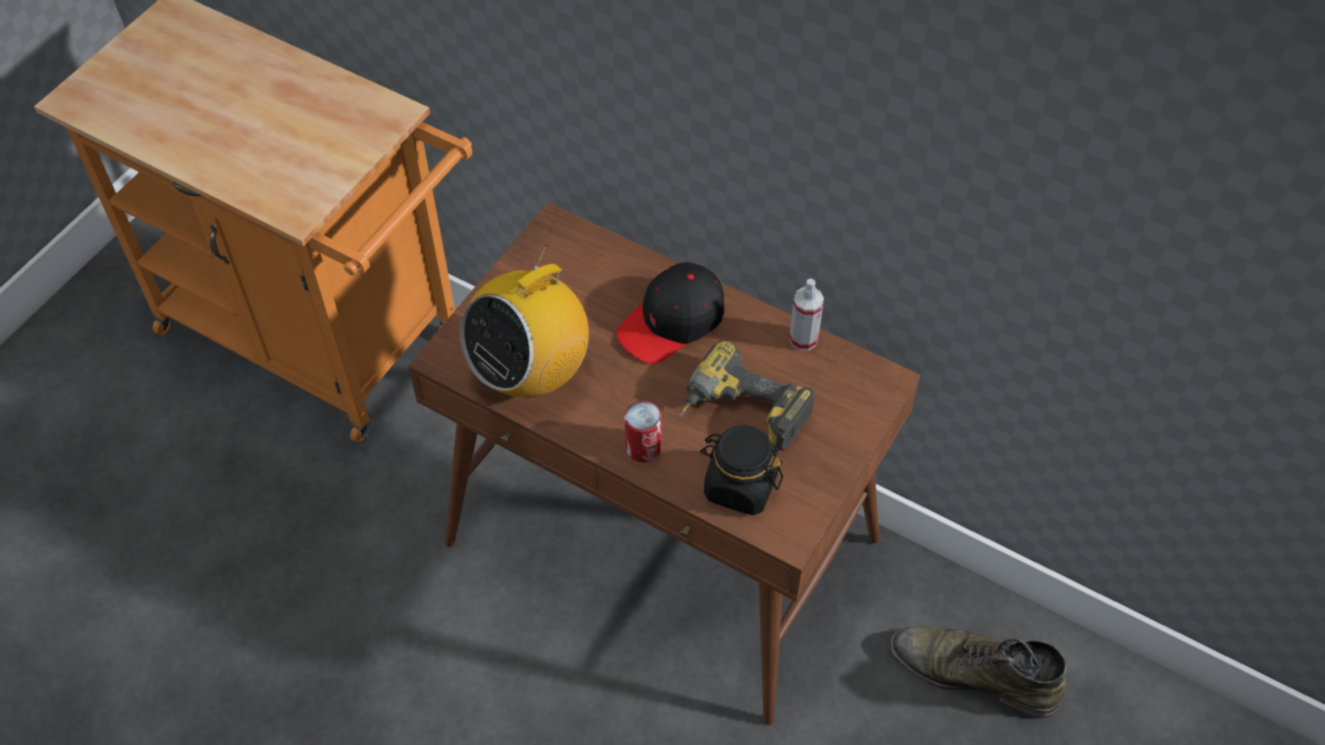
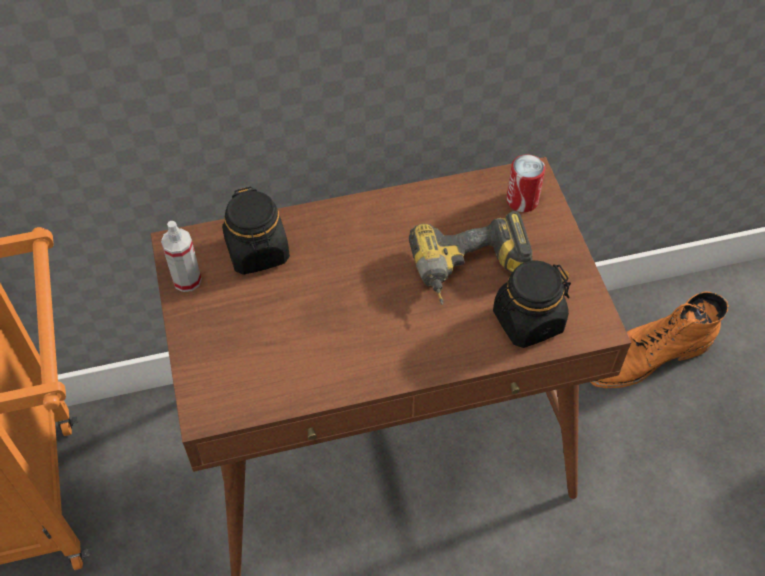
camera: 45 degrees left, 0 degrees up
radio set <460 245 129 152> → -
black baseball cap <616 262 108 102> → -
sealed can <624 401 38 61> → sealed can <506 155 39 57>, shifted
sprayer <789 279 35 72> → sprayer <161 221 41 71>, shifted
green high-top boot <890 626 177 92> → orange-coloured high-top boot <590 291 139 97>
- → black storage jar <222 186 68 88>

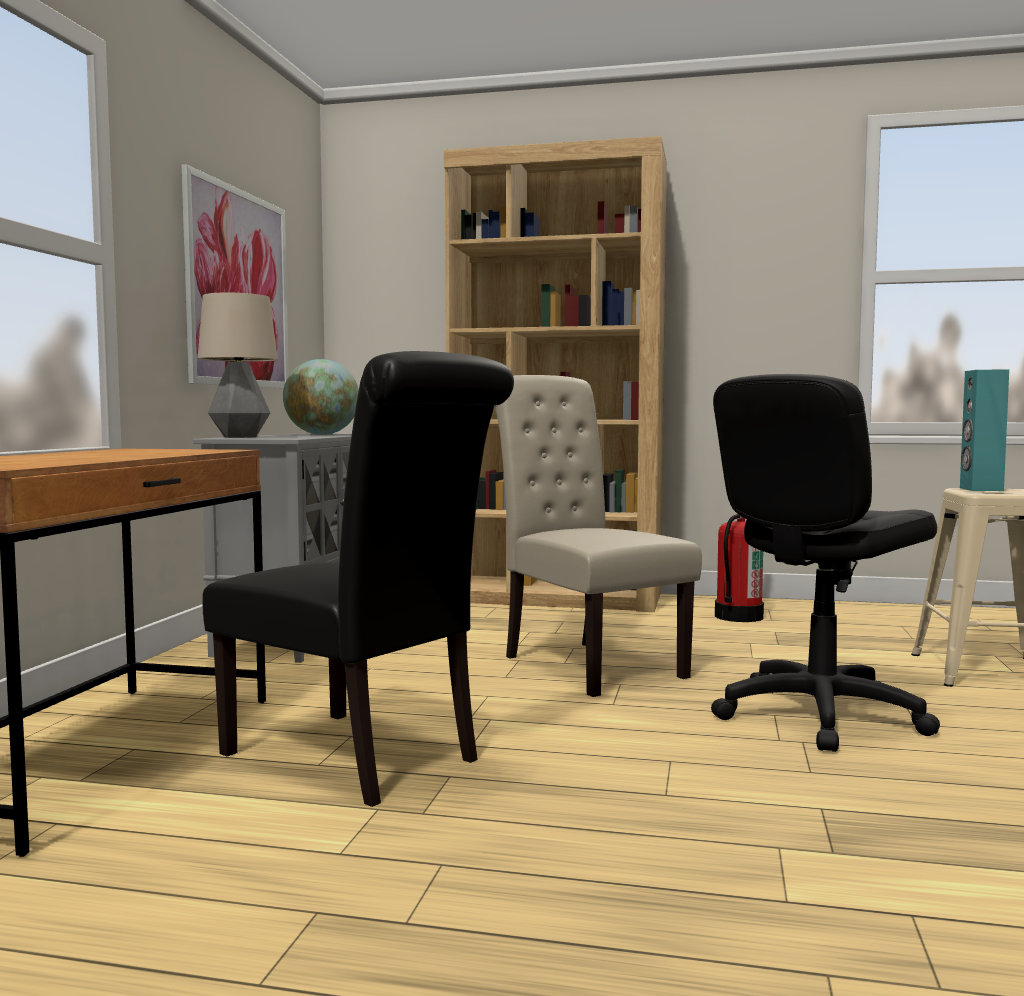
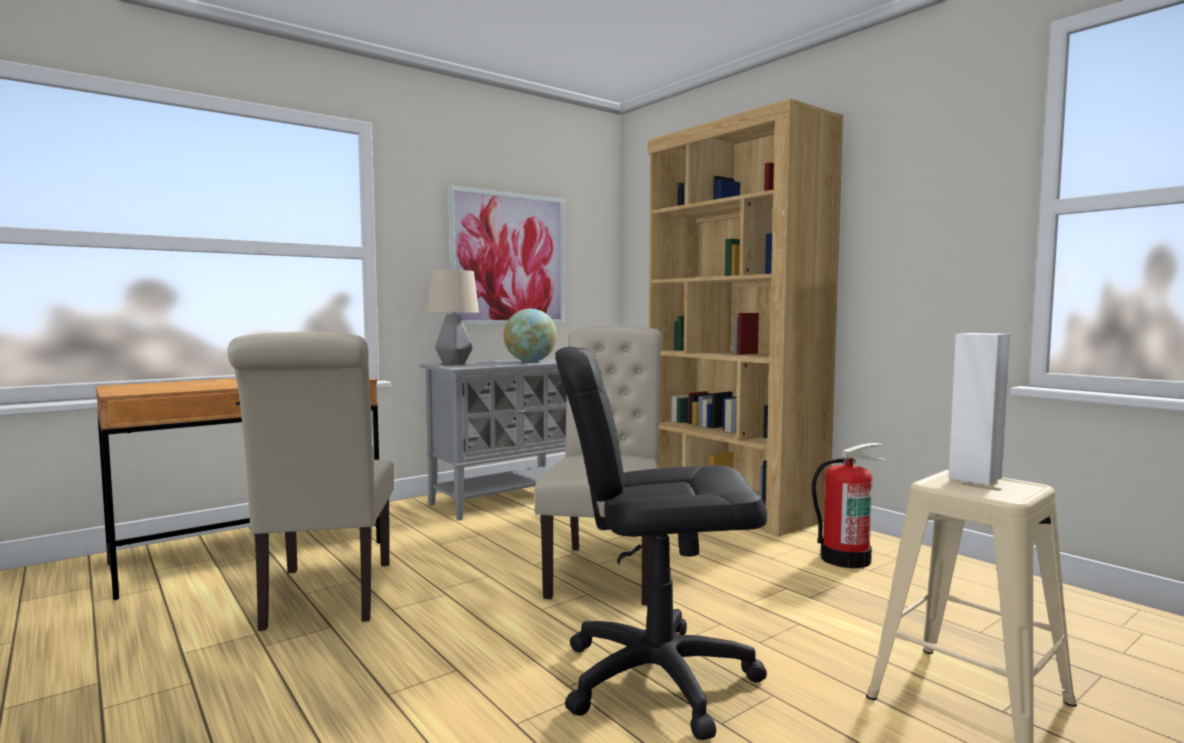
camera: 40 degrees right, 0 degrees up
black chair <202 351 312 456> → sand-coloured chair <227 332 167 299>
turquoise loudspeaker <960 370 49 121> → white loudspeaker <949 333 61 152>

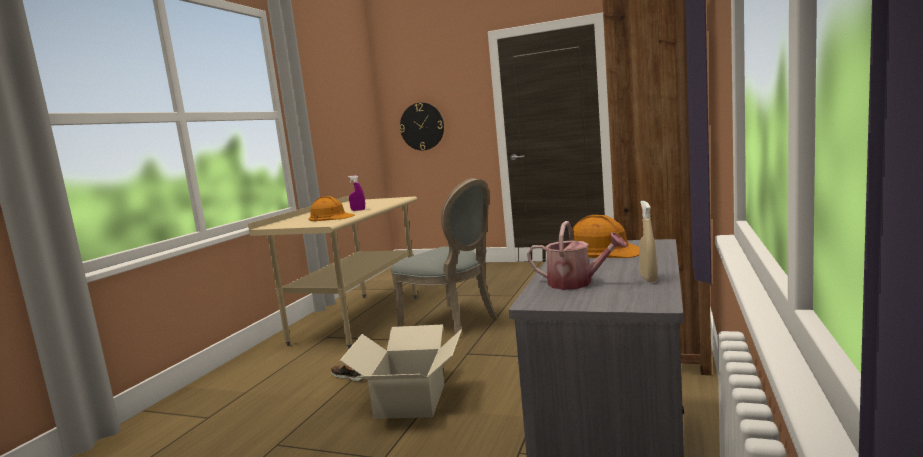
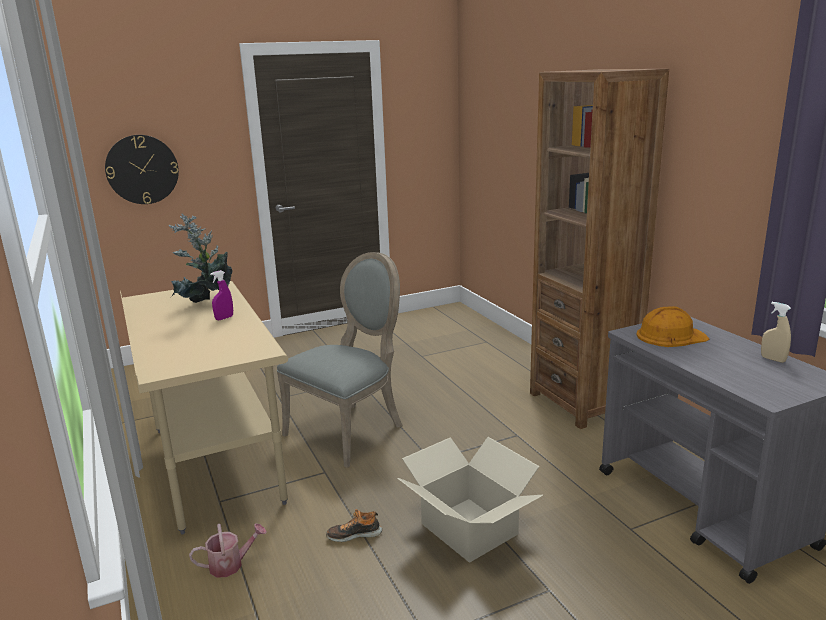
camera: 45 degrees left, 10 degrees up
orange-coloured work helmet <309 196 46 25> → -
greyish chair <391 178 106 160> → greyish chair <277 252 126 216>, 45 degrees counterclockwise
watering can <527 221 100 69> → watering can <189 523 78 55>, shifted
- → potted plant <169 213 64 90>

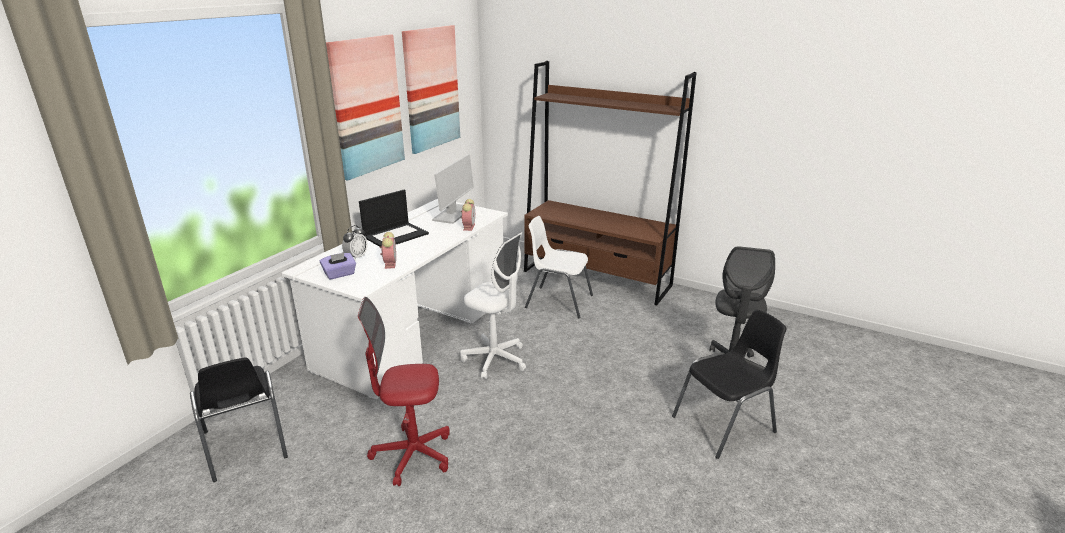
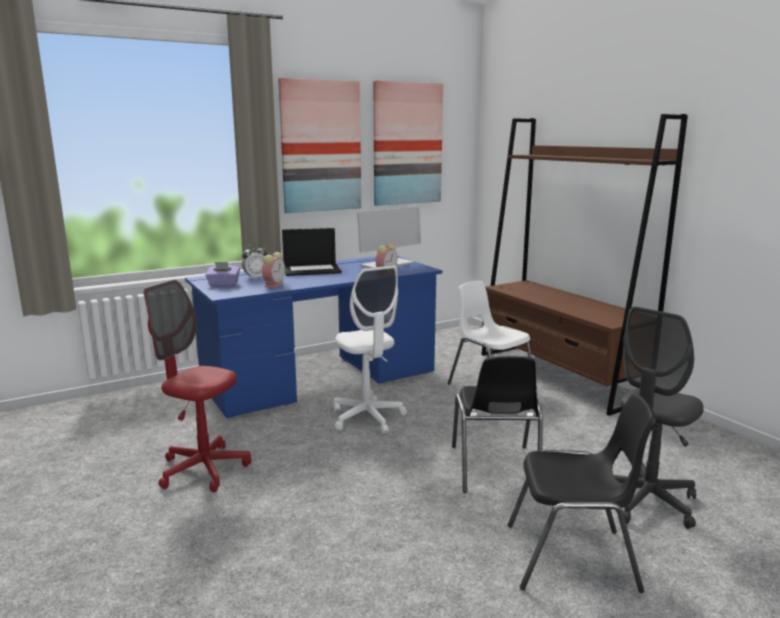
camera: 30 degrees right, 10 degrees down
black chair <190 358 98 124> → black chair <452 356 91 137>, shifted
white desk <281 199 227 200> → blue-coloured desk <185 256 257 162>

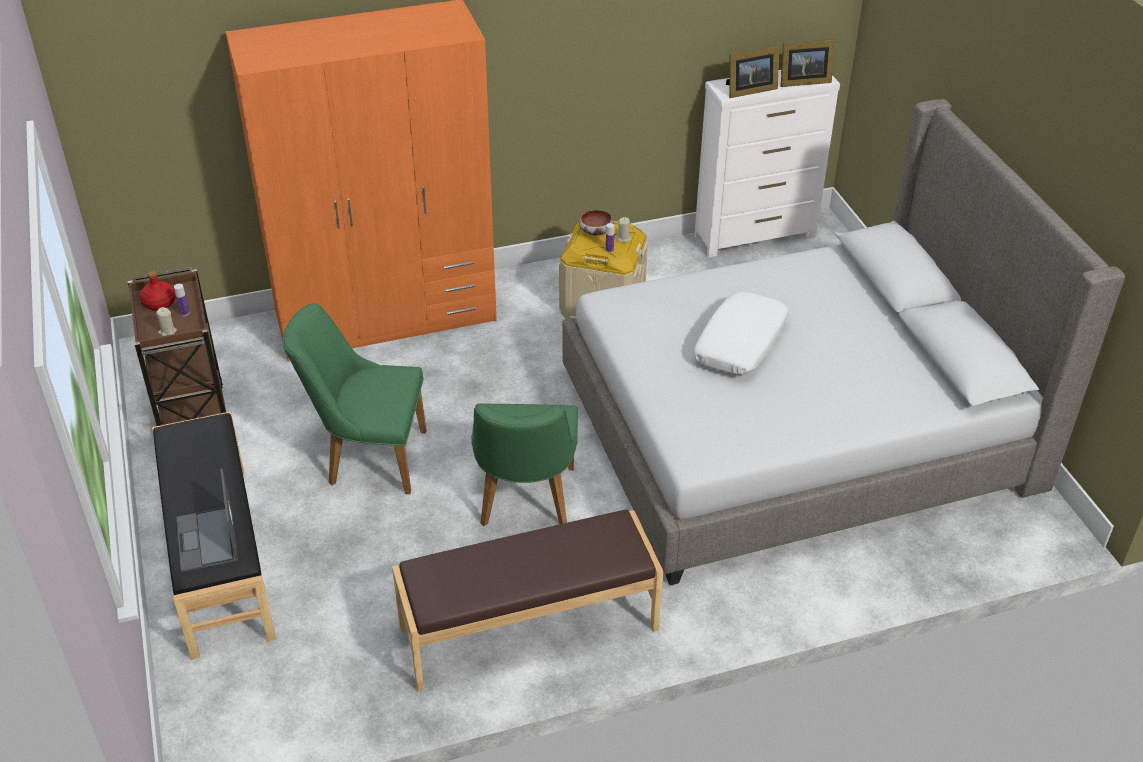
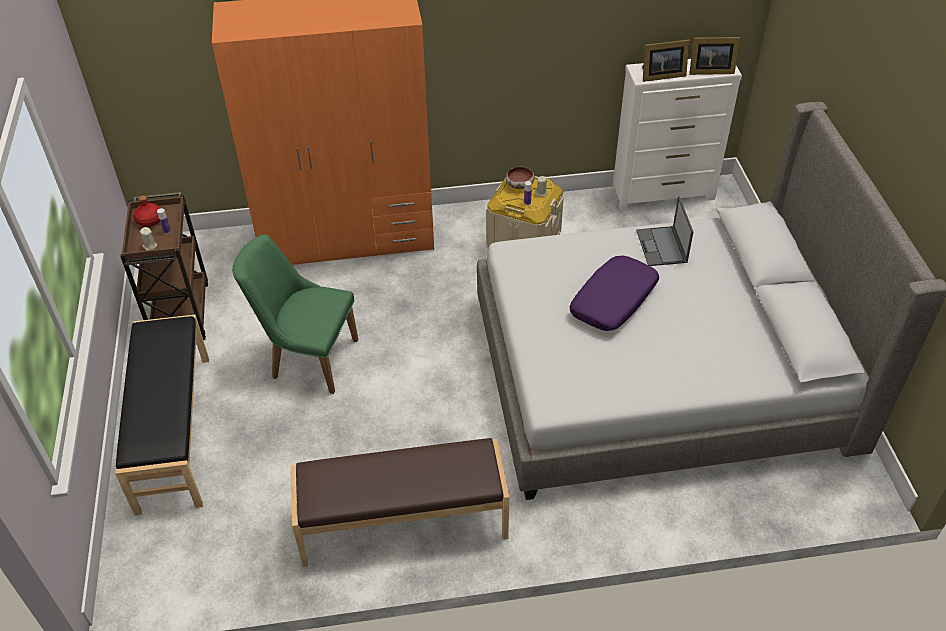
camera: 10 degrees right, 5 degrees up
portable computer <176 469 62 103> → portable computer <636 196 58 70>, shifted
green chair <471 403 107 123> → -
white throw pillow <693 292 96 82> → purple-coloured throw pillow <570 256 89 75>

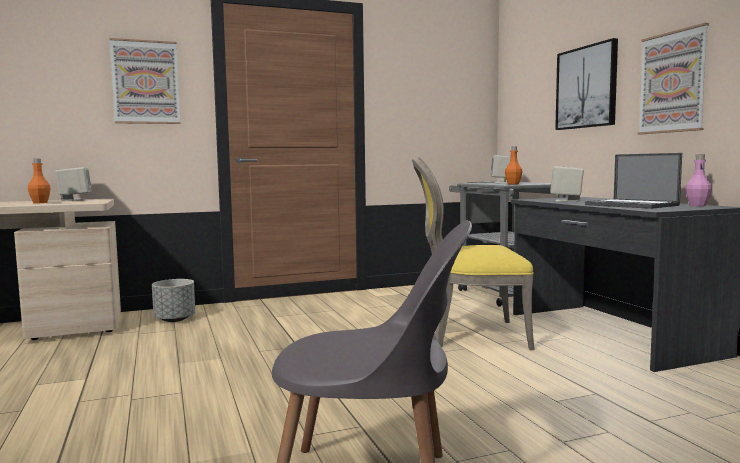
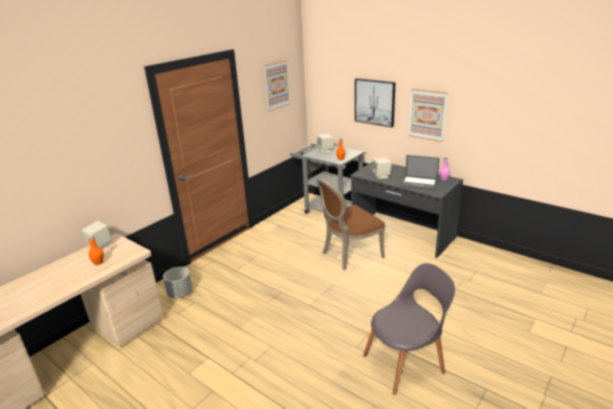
camera: 30 degrees left, 20 degrees up
wall picture <109 38 72 86> → wall picture <264 60 27 51>, shifted
yellow-coloured chair <412 157 123 193> → brownish chair <317 178 68 92>

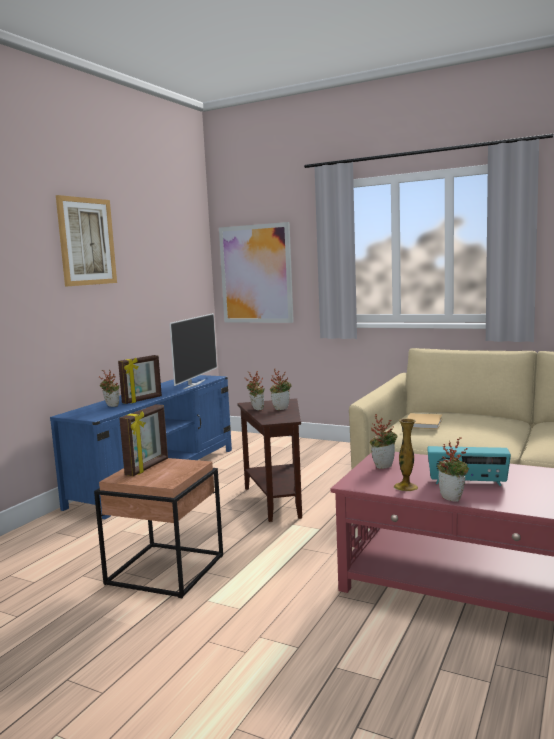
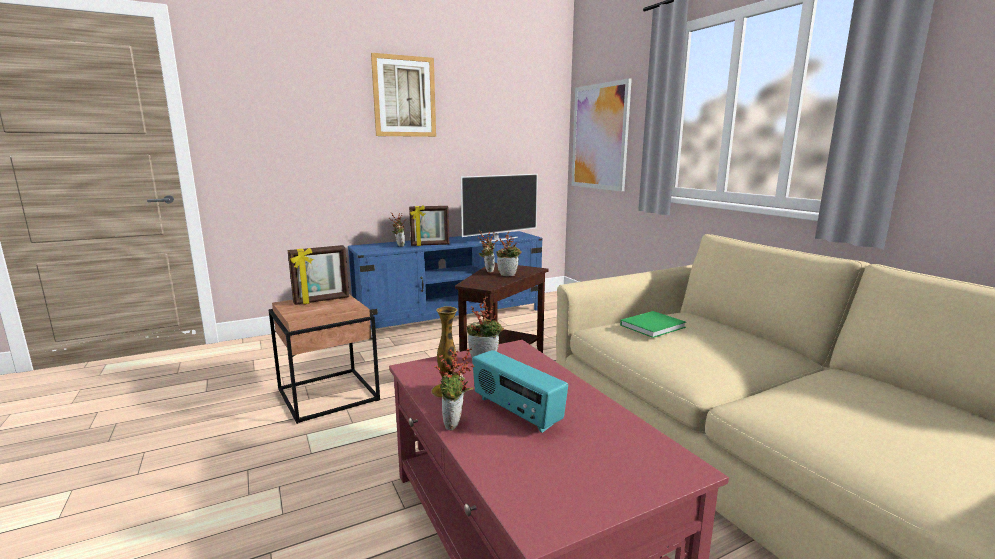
camera: 35 degrees right, 5 degrees up
sand-coloured volume <407 413 35 16> → green volume <620 311 66 27>

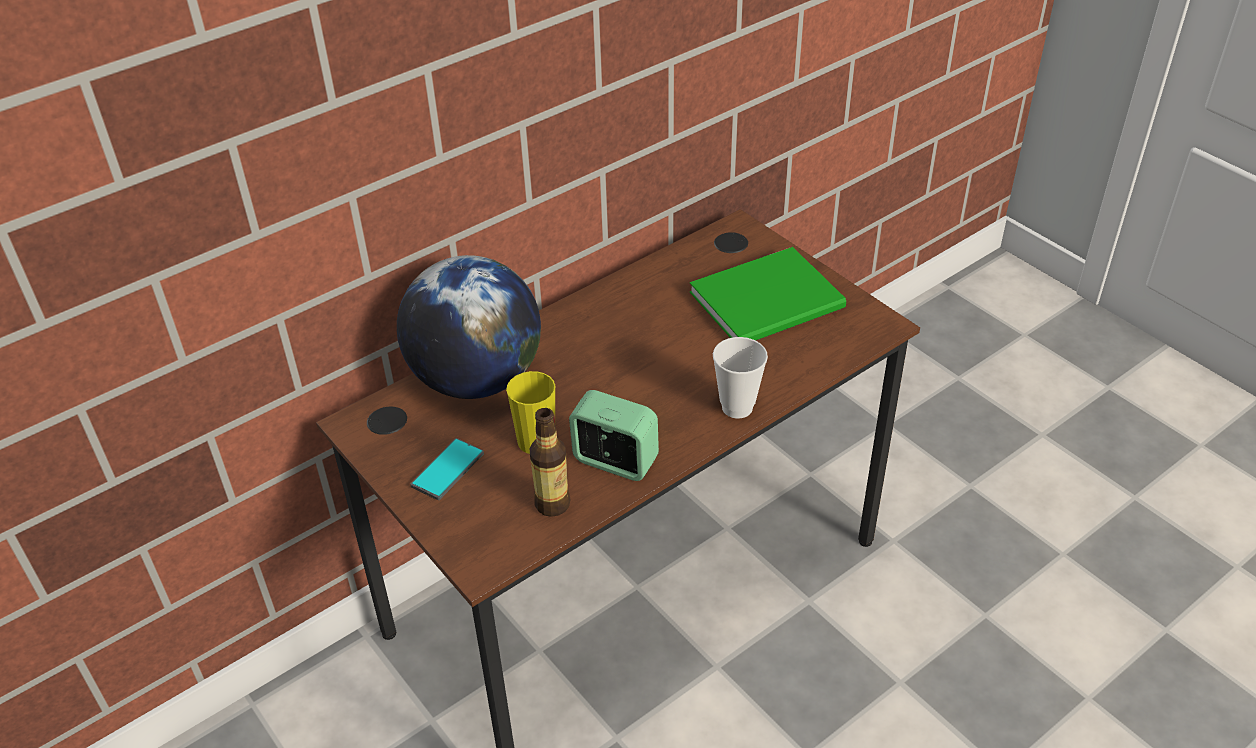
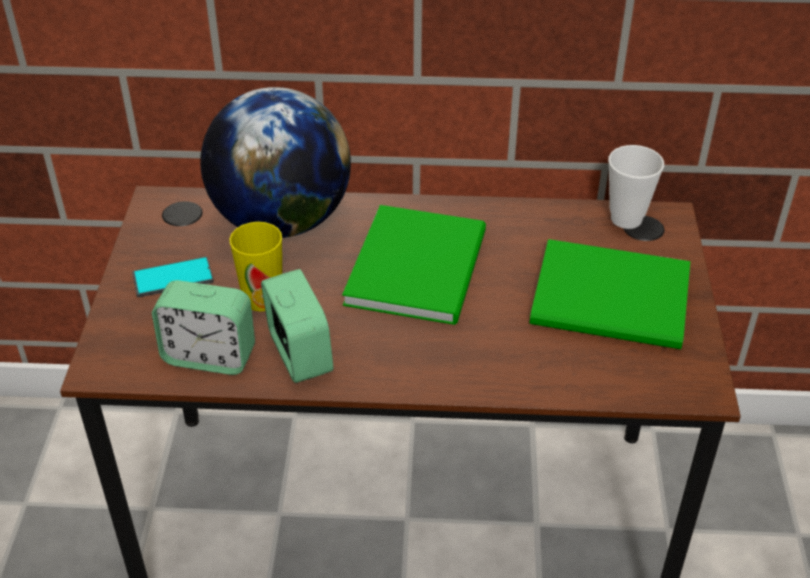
camera: 40 degrees right, 0 degrees up
beverage bottle <530 408 40 109> → bedside clock <152 280 103 95>
drinking cup <713 337 55 82> → drinking cup <608 145 56 84>, shifted
- → green volume <342 205 144 120>

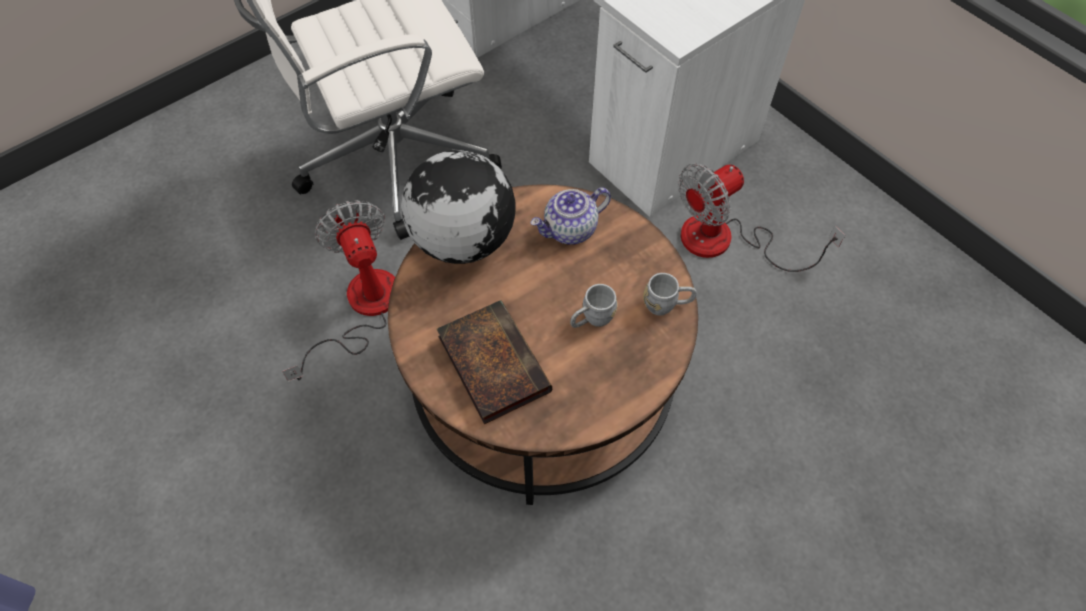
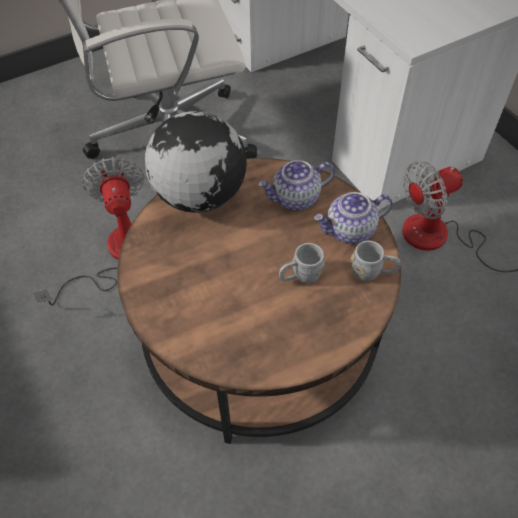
camera: 10 degrees right, 5 degrees down
volume <437 300 115 124> → -
- → pot for tea <314 192 79 52>

